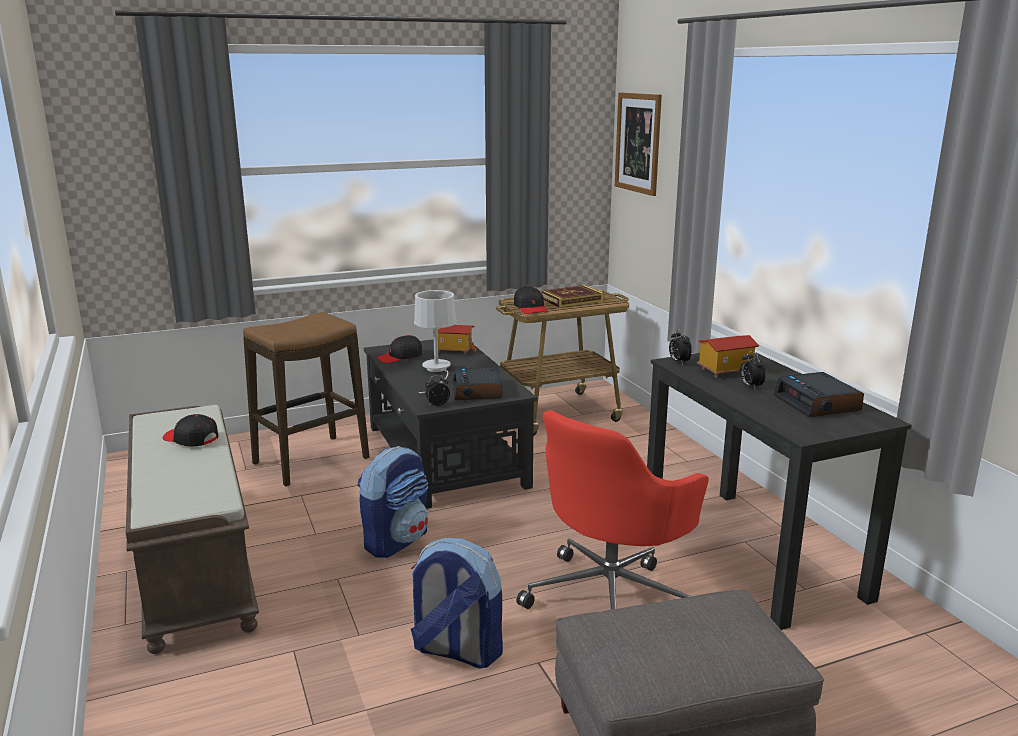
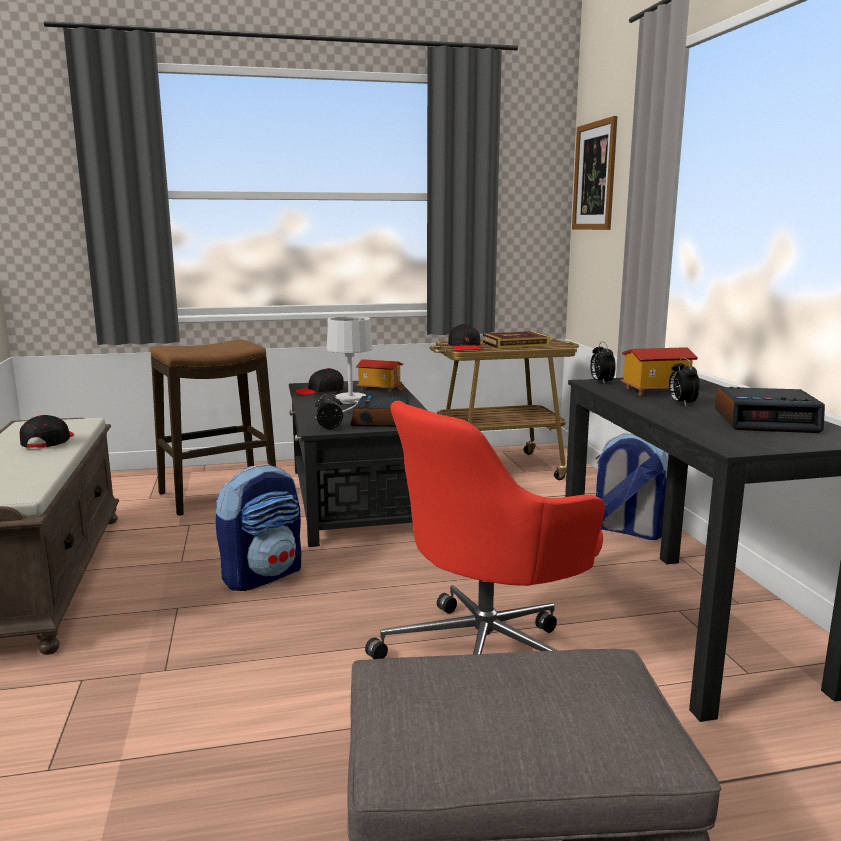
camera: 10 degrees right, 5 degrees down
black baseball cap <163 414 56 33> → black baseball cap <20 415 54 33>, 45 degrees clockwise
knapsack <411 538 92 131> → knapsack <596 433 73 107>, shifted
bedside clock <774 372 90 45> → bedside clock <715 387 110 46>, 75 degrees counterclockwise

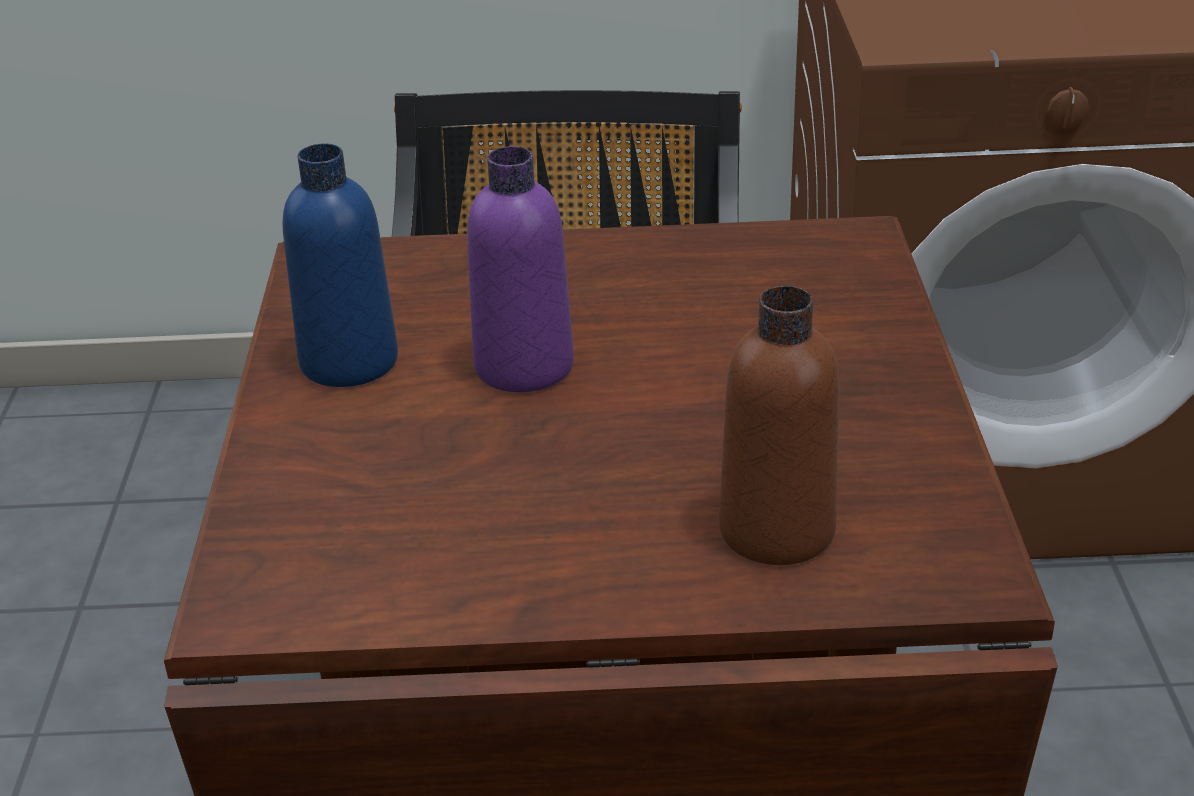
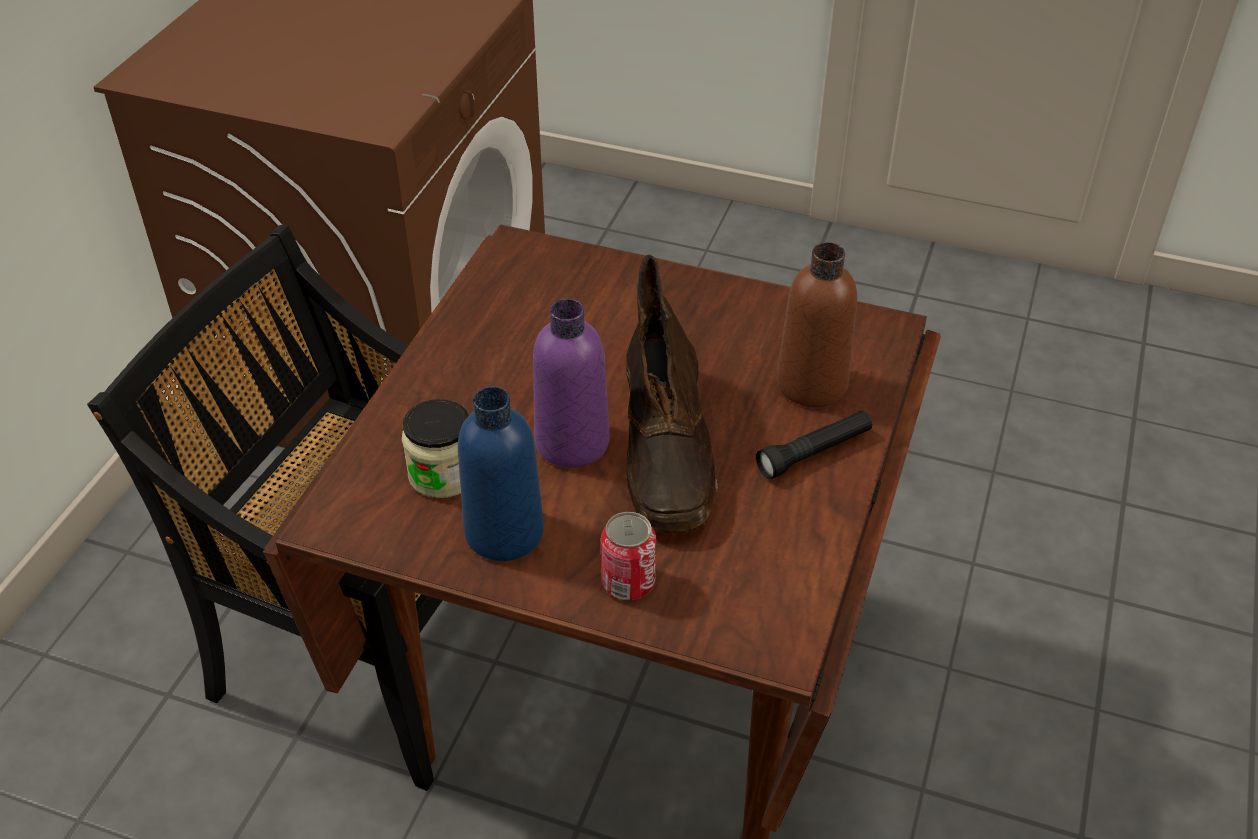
camera: 70 degrees left, 10 degrees up
- → storage jar <402 399 67 99>
- → sealed can <601 512 55 88>
- → brownish high-top boot <626 254 92 280>
- → black torch <756 410 116 69>

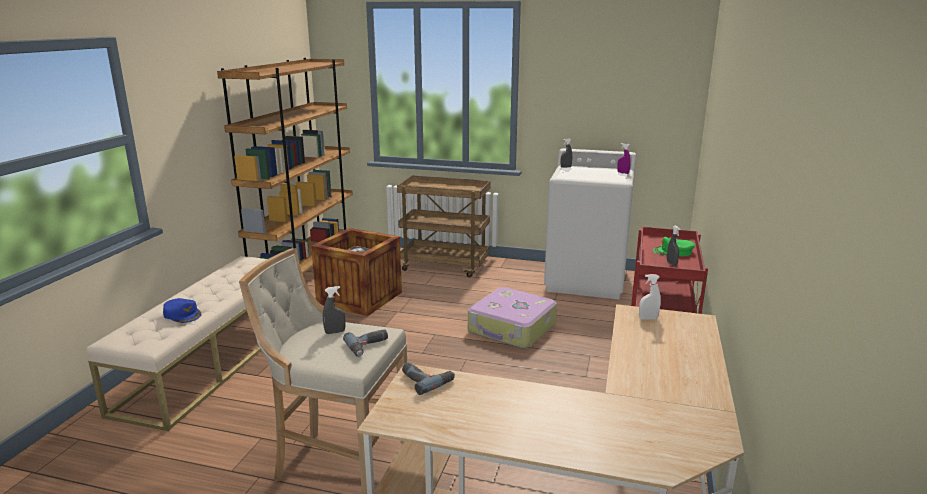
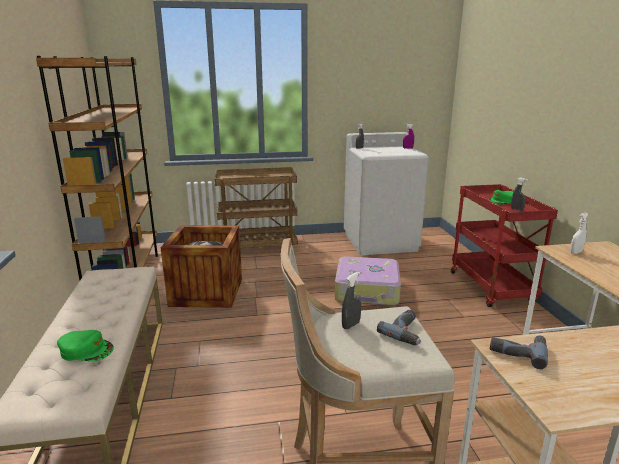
camera: 25 degrees left, 0 degrees up
blue-coloured baseball cap <163 298 38 25> → green baseball cap <57 330 57 31>

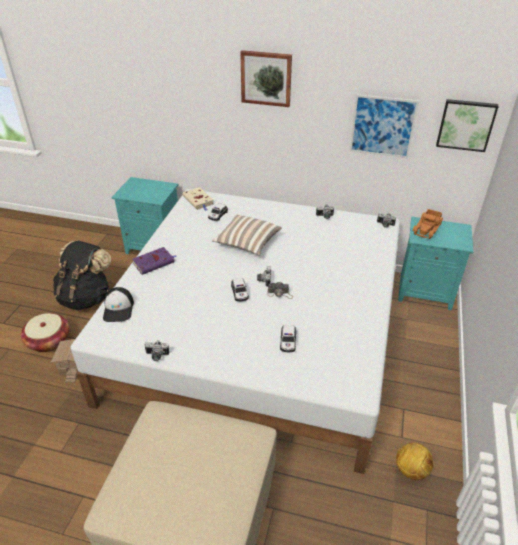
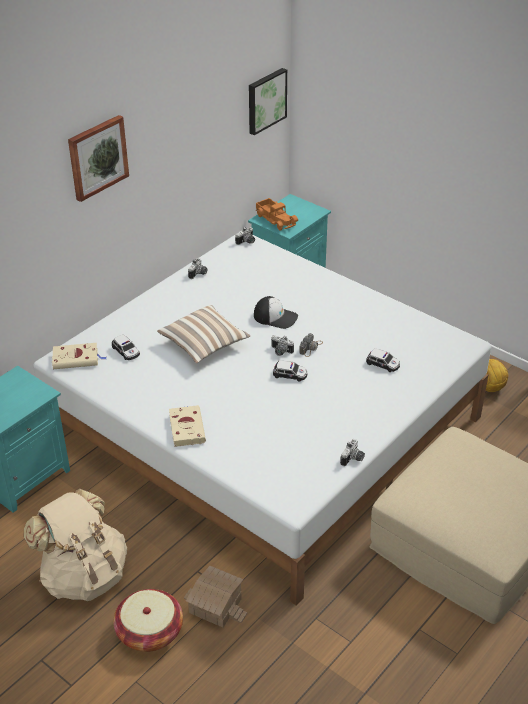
camera: 65 degrees left, 0 degrees up
black knapsack <53 241 58 69> → sand-coloured knapsack <24 489 103 112>
baseball cap <103 287 31 35> → baseball cap <254 296 44 33>, shifted
purple-coloured volume <132 247 45 28> → sand-coloured volume <169 405 37 42>
wall picture <350 94 69 64> → -

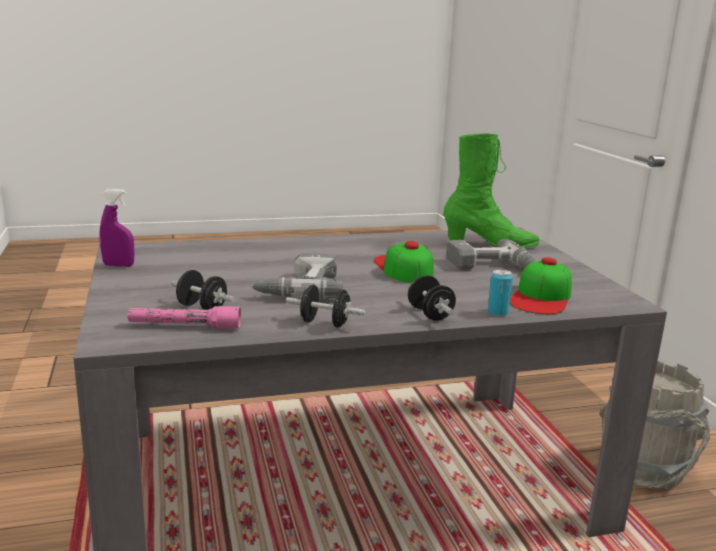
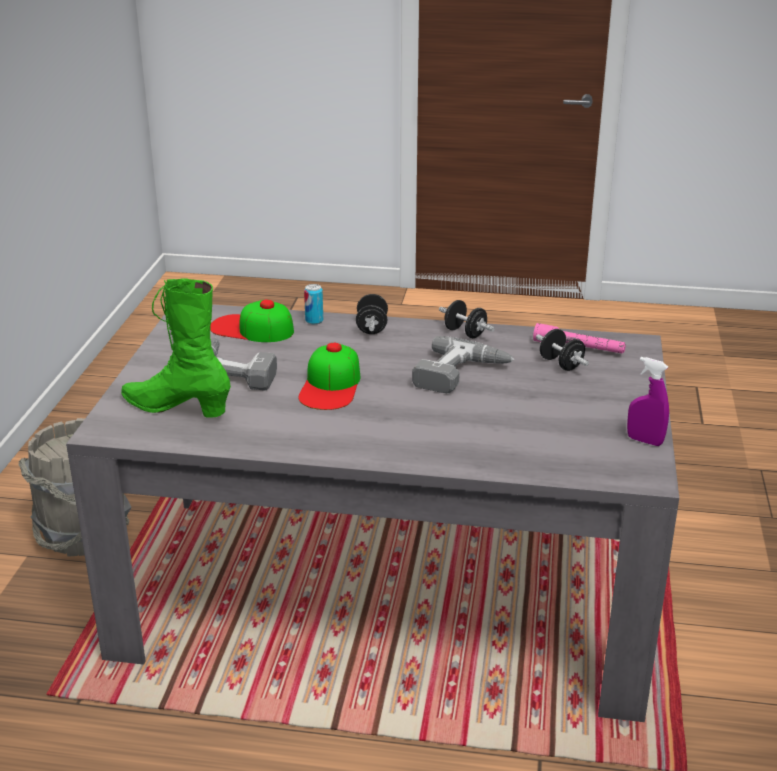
camera: 155 degrees left, 10 degrees up
baseball cap <510 257 62 57> → baseball cap <210 299 84 43>, 120 degrees counterclockwise

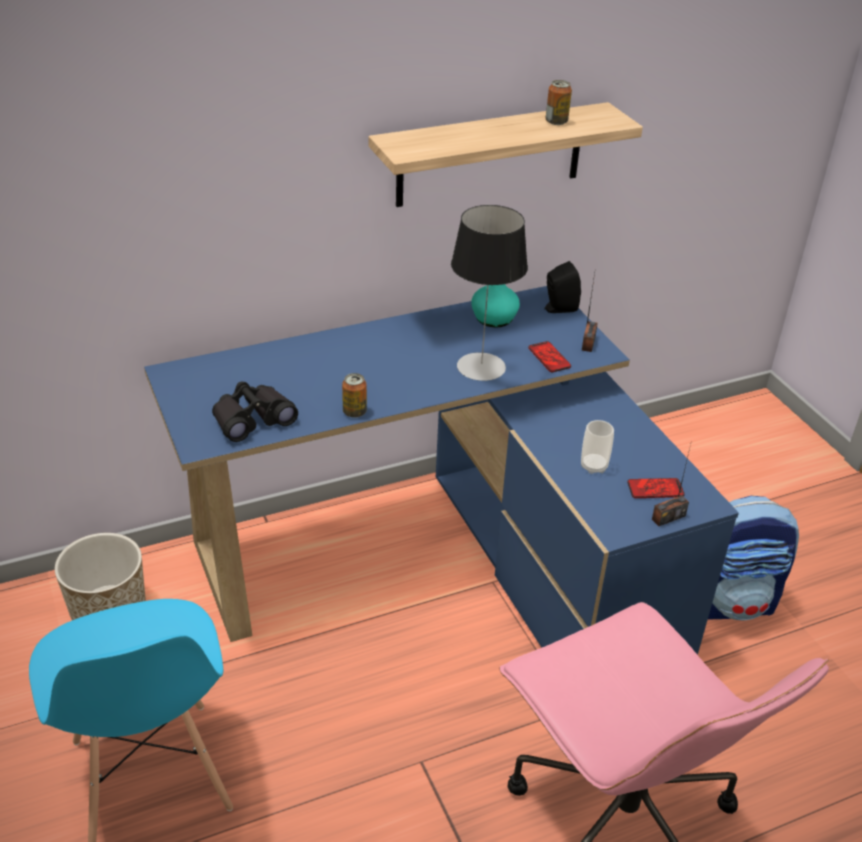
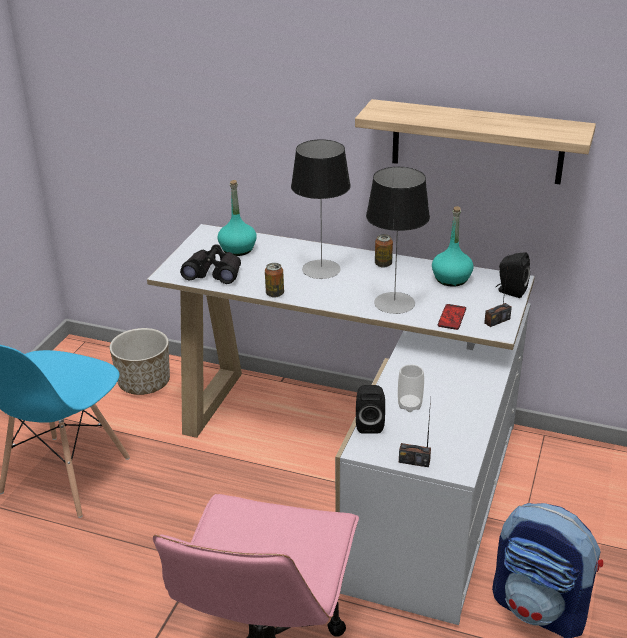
camera: 45 degrees right, 5 degrees down
blue-coloured desk <144 286 595 369> → white desk <147 224 388 401>
sealed can <546 80 26 45> → sealed can <375 234 18 34>, shifted
phone <627 478 58 20> → -
- → turquoise beverage bottle <217 180 40 76>
- → tabletop lamp <291 139 60 140>
- → black loudspeaker <356 385 29 49>

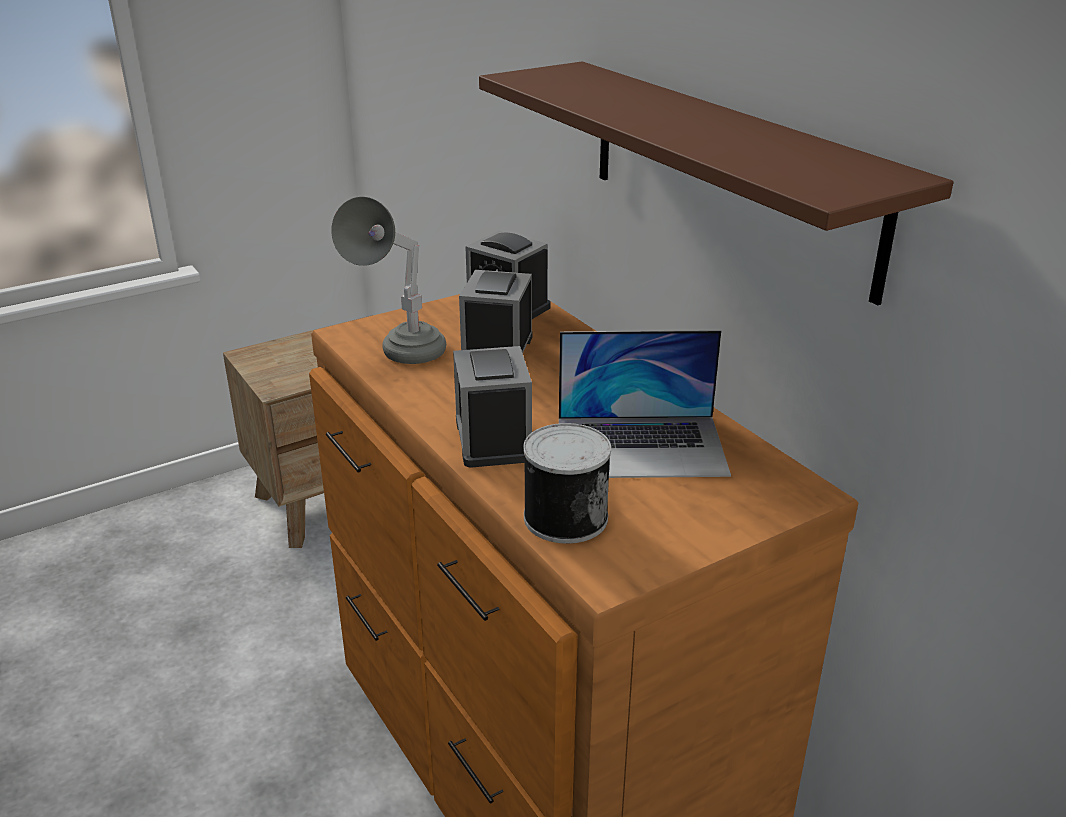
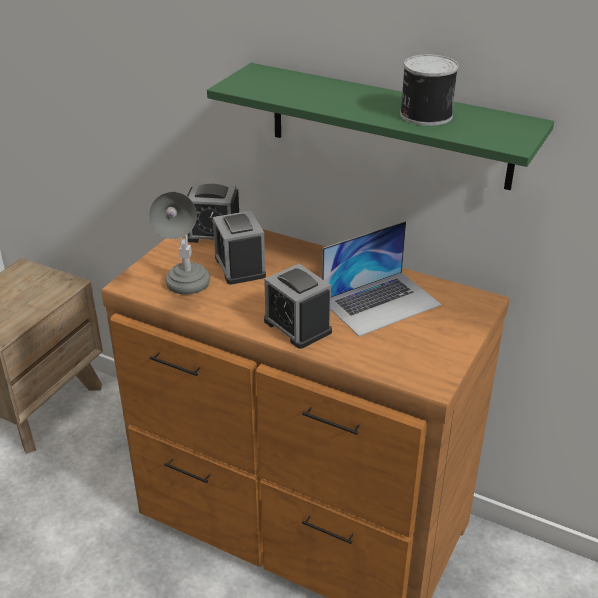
camera: 30 degrees left, 5 degrees up
brownish wall shelf <479 61 475 244> → green wall shelf <207 63 347 127>
sealed can <523 423 88 121> → sealed can <400 55 58 71>, shifted

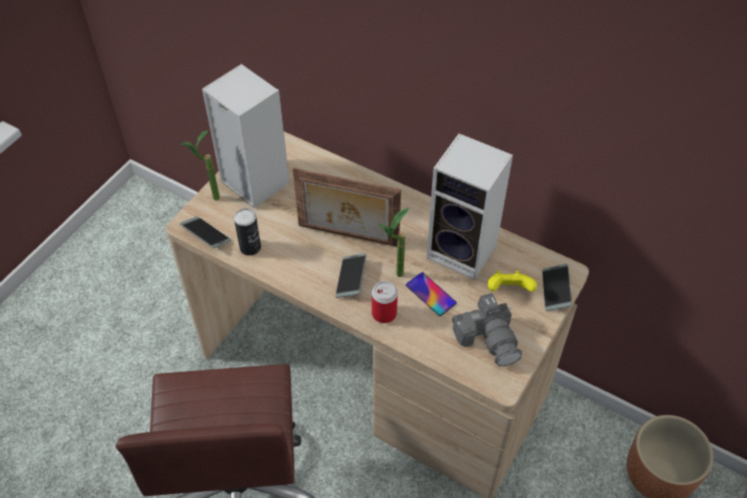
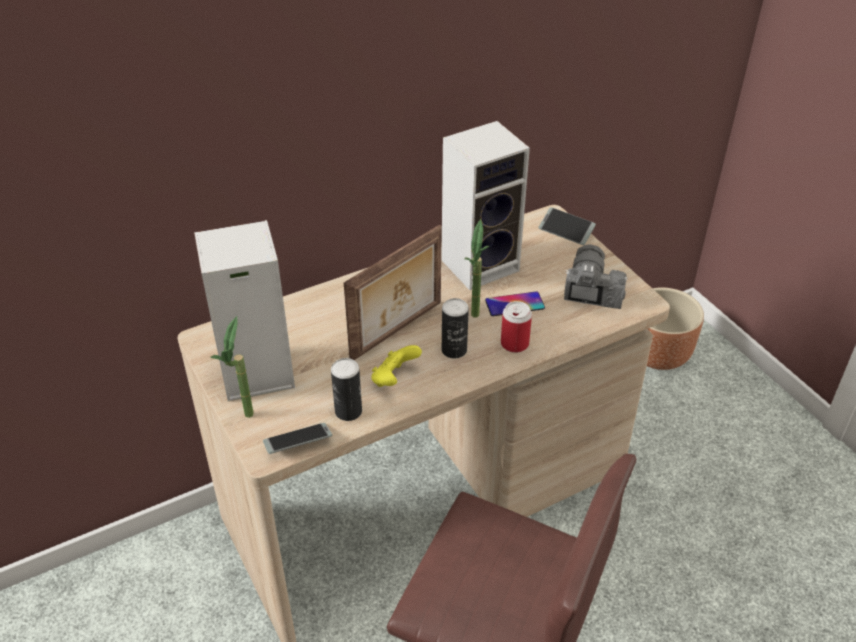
camera: 60 degrees left, 10 degrees down
phone <335 253 32 45> → sealed can <442 298 27 61>
photo camera <452 293 70 73> → photo camera <564 244 64 65>, 90 degrees counterclockwise
yellow-coloured gamepad <488 271 49 21> → yellow-coloured gamepad <371 345 51 42>, shifted

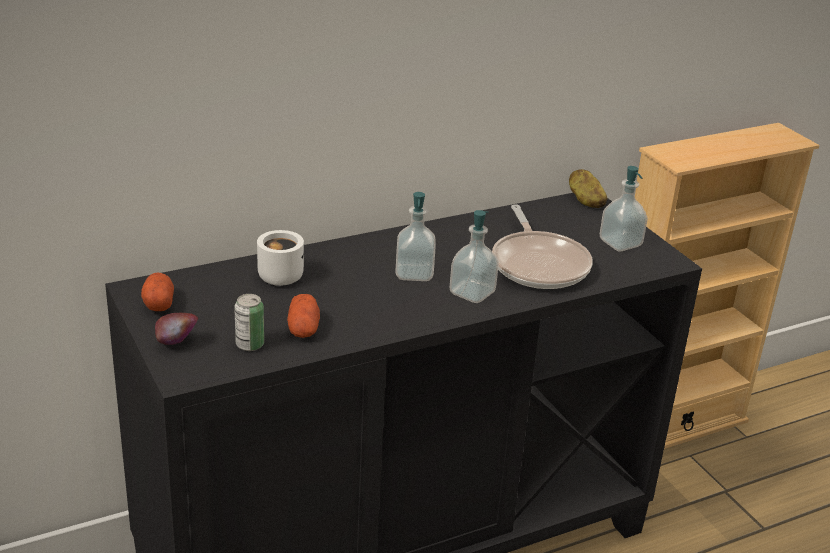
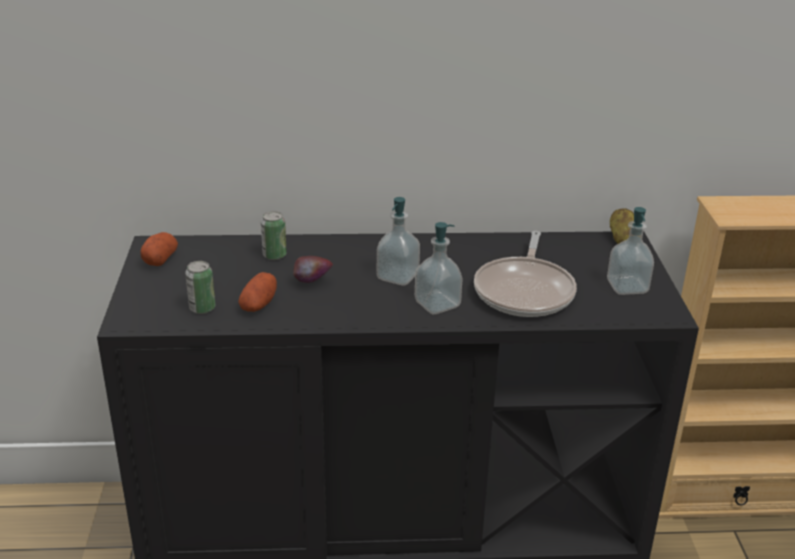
camera: 25 degrees right, 0 degrees up
apple <155 313 43 32> → apple <293 256 40 27>, shifted
white coffee mug <257 230 47 56> → sealed can <261 211 26 49>

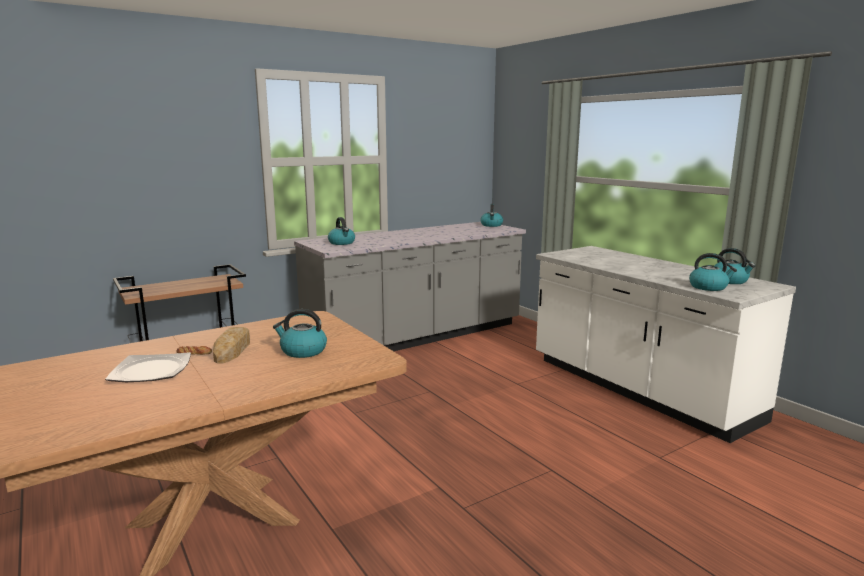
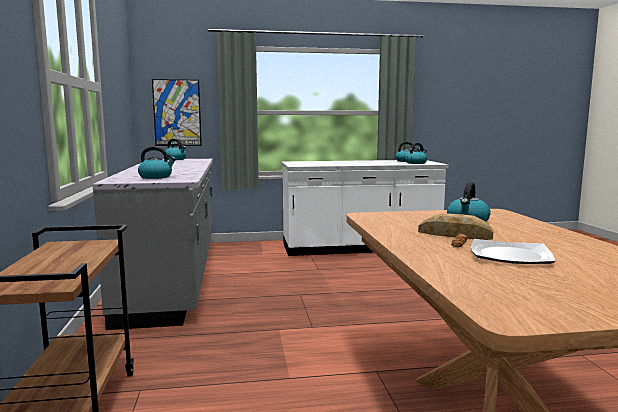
camera: 65 degrees left, 5 degrees down
- → wall picture <152 79 50 67>

